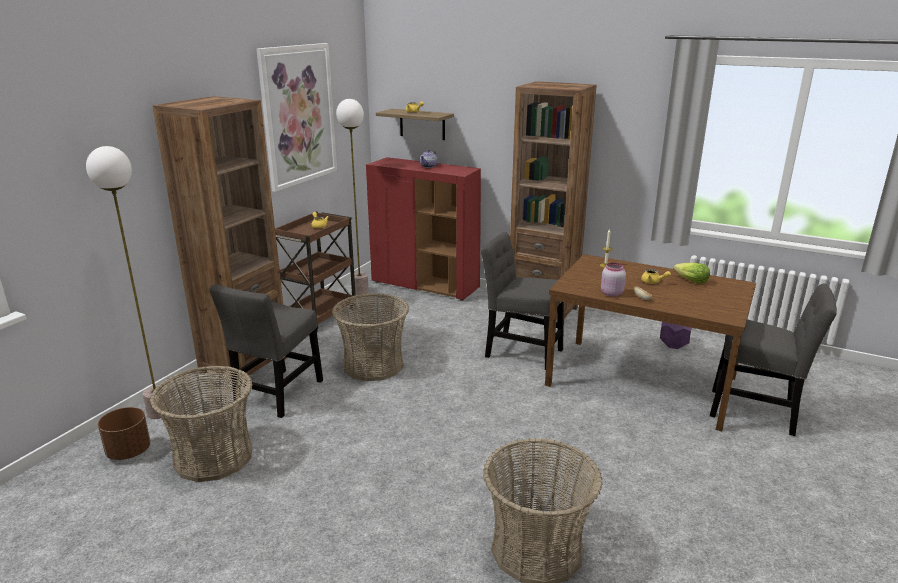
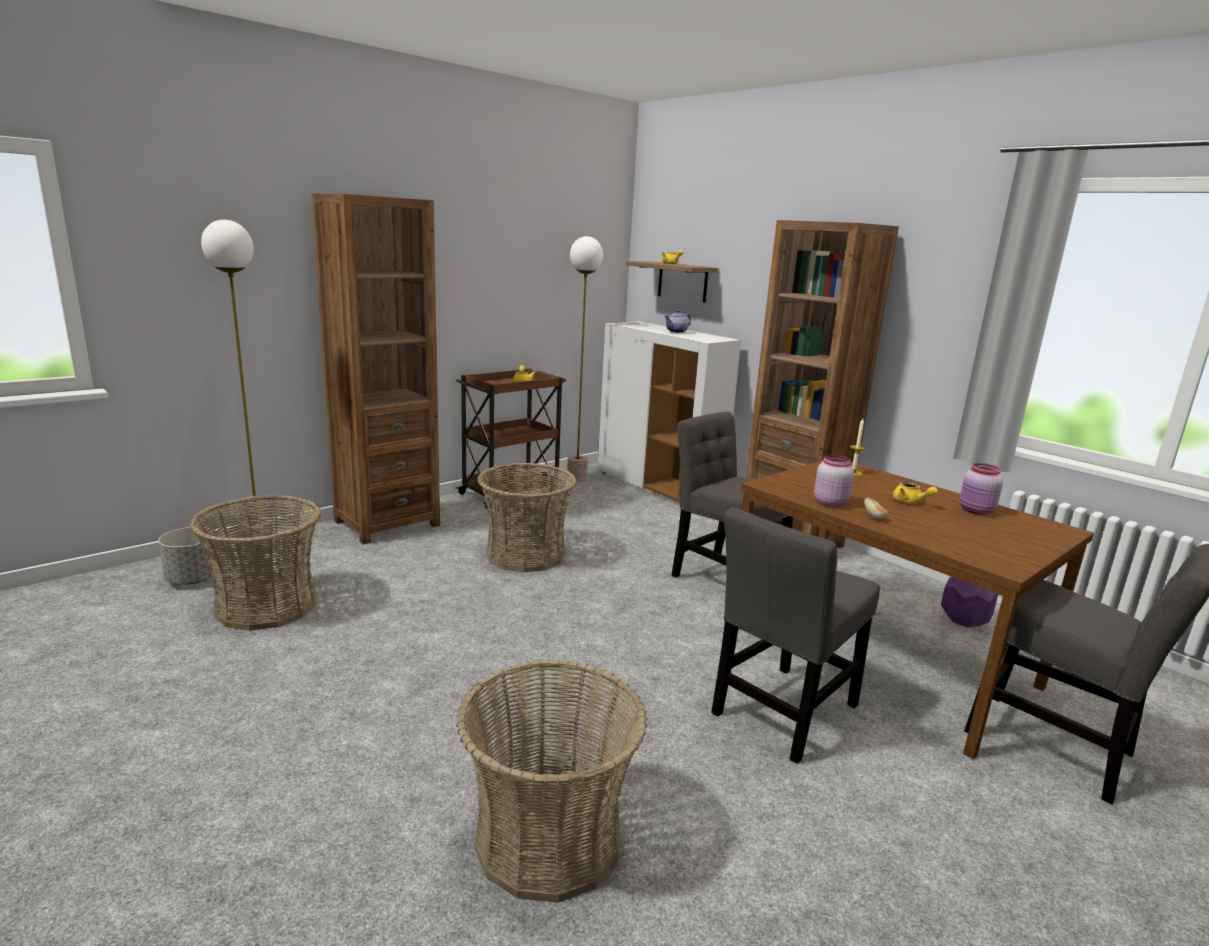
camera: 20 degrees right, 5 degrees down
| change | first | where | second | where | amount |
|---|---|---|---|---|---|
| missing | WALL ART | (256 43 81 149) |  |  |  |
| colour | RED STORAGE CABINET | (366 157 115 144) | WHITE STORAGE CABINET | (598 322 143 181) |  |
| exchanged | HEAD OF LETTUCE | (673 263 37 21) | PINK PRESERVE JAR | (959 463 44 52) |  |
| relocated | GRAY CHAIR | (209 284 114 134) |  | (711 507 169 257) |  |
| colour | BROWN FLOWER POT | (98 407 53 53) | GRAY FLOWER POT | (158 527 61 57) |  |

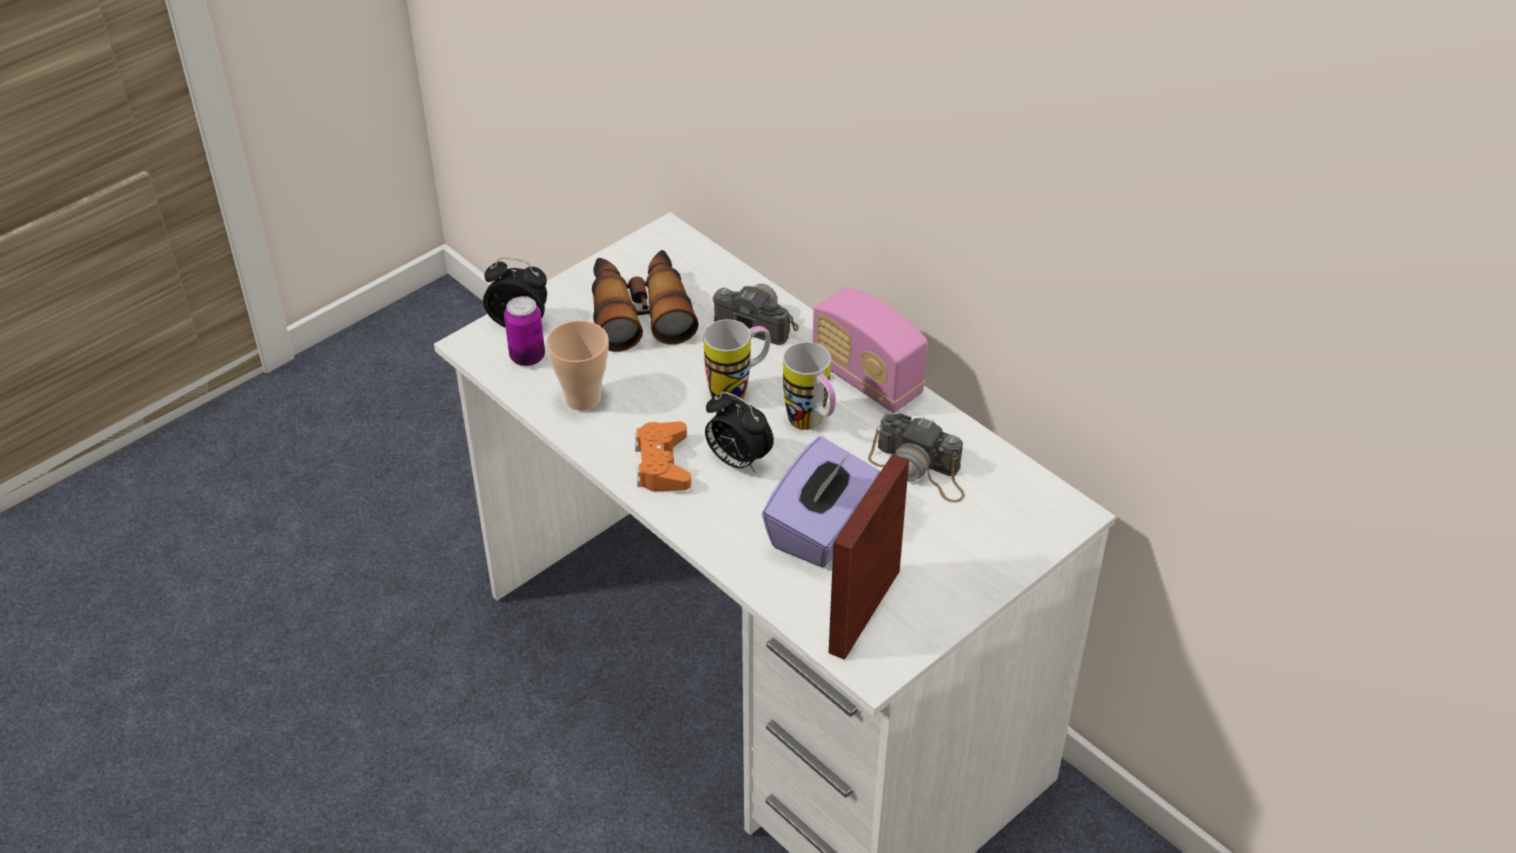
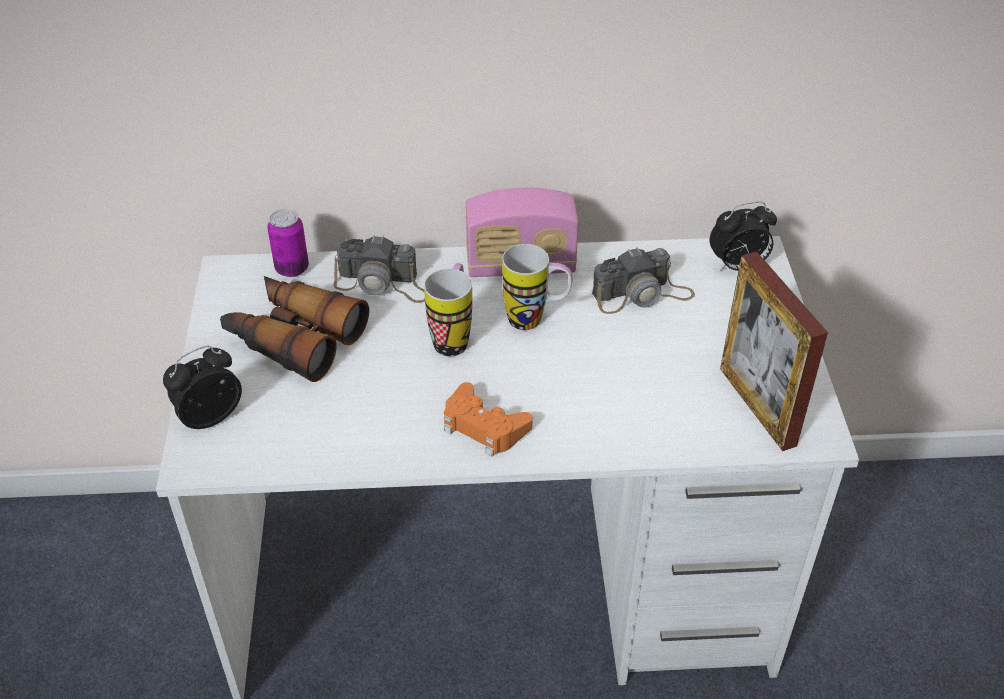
camera: 50 degrees left, 0 degrees up
| change | first | where | second | where | amount |
|---|---|---|---|---|---|
| spun | PHOTO CAMERA | (712 284 87 61) |  | (333 235 92 68) | 150 degrees counterclockwise |
| relocated | SEALED CAN | (504 296 41 70) |  | (267 209 42 68) |  |
| missing | DRINKING CUP | (546 320 63 91) |  |  |  |
| relocated | ALARM CLOCK | (705 391 69 82) |  | (710 201 67 70) |  |
| missing | PURPLE-COLOURED BOX OF TISSUES | (762 437 118 130) |  |  |  |

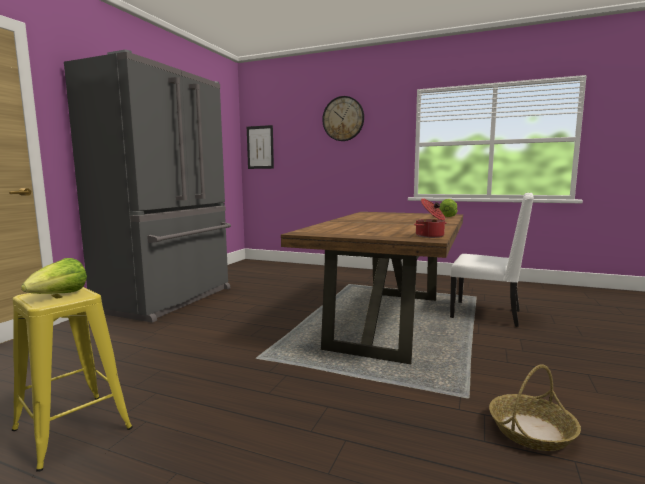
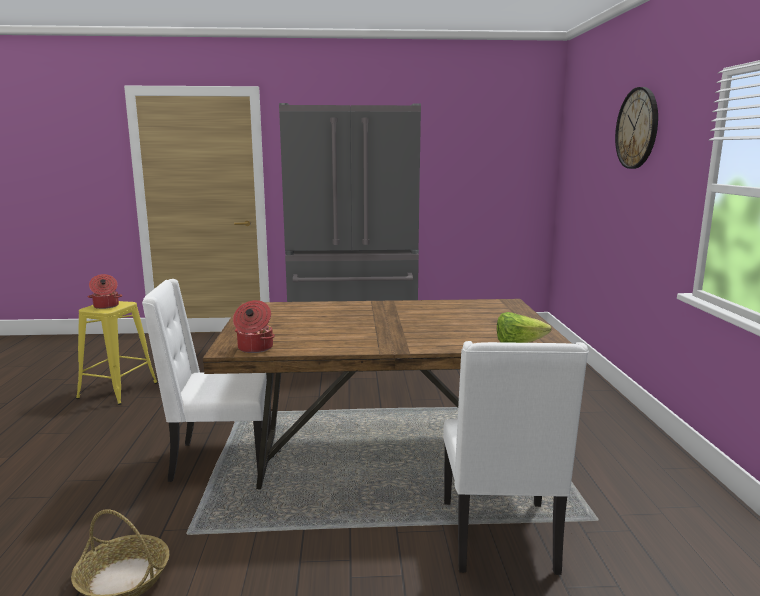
camera: 65 degrees right, 5 degrees up
| change | first | where | second | where | amount |
|---|---|---|---|---|---|
| missing | WALL ART | (247 125 27 44) |  |  |  |
| exchanged | HEAD OF LETTUCE | (21 258 66 36) | COOKING POT | (88 274 34 35) |  |
| appeared |  |  | WHITE CHAIR | (142 279 129 203) |  |

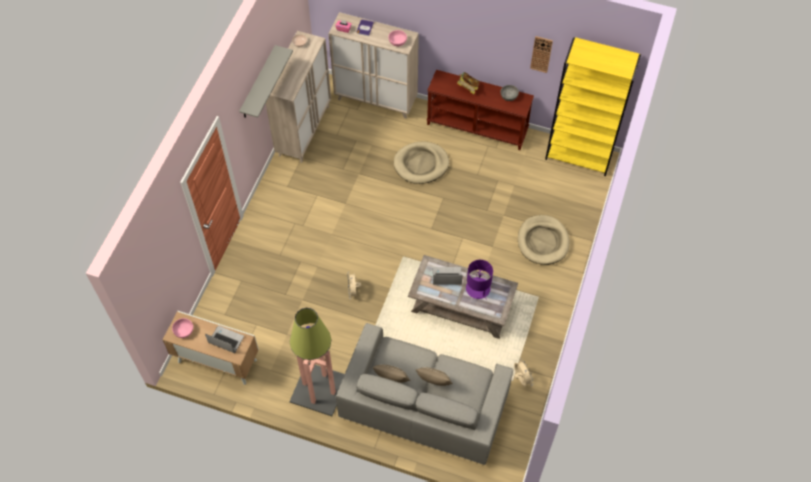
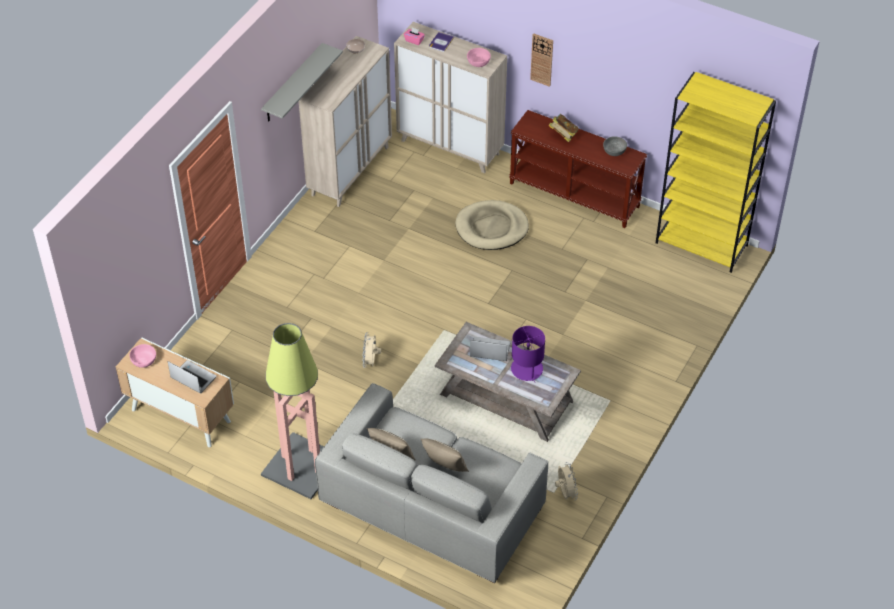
camera: 10 degrees right, 10 degrees down
| change | first | where | second | where | amount |
|---|---|---|---|---|---|
| relocated | HANGING CLOCK | (530 36 23 37) |  | (530 33 23 54) |  |
| missing | SAND-COLOURED PET BED | (518 215 52 50) |  |  |  |

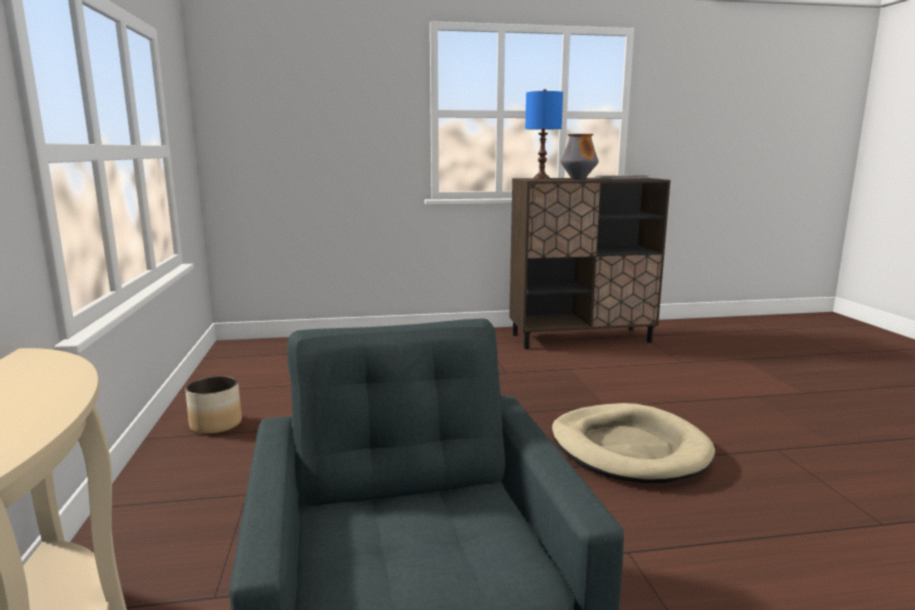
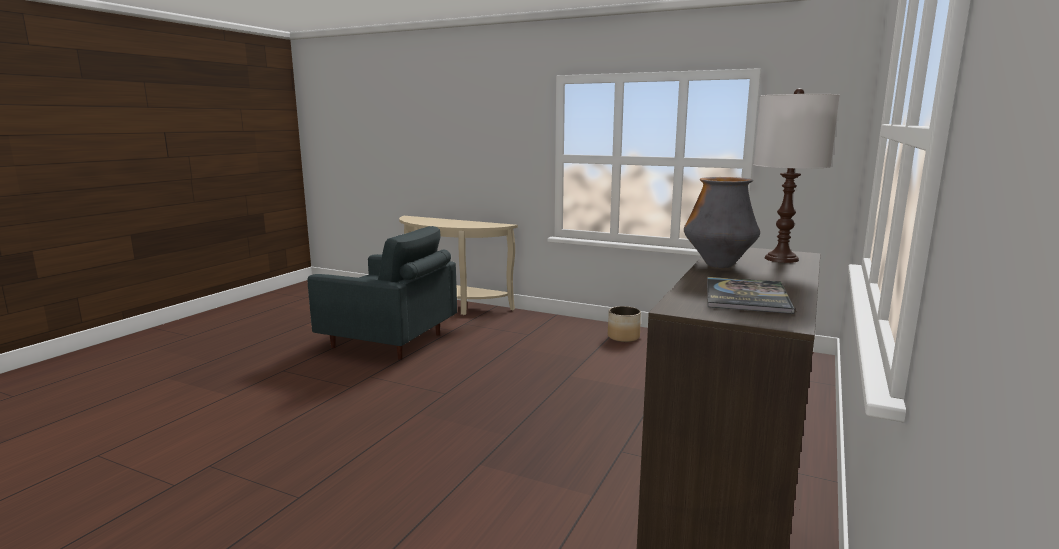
camera: 125 degrees right, 0 degrees up
| change | first | where | second | where | amount |
|---|---|---|---|---|---|
| colour | BLUE TABLETOP LAMP | (525 89 38 90) | WHITE TABLETOP LAMP | (754 88 86 175) |  |
| missing | SAND-COLOURED PET BED | (552 403 163 80) |  |  |  |

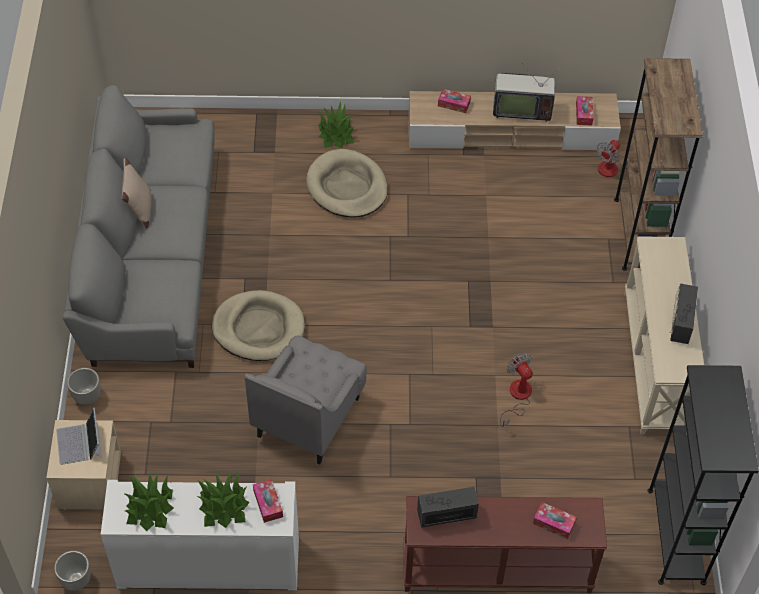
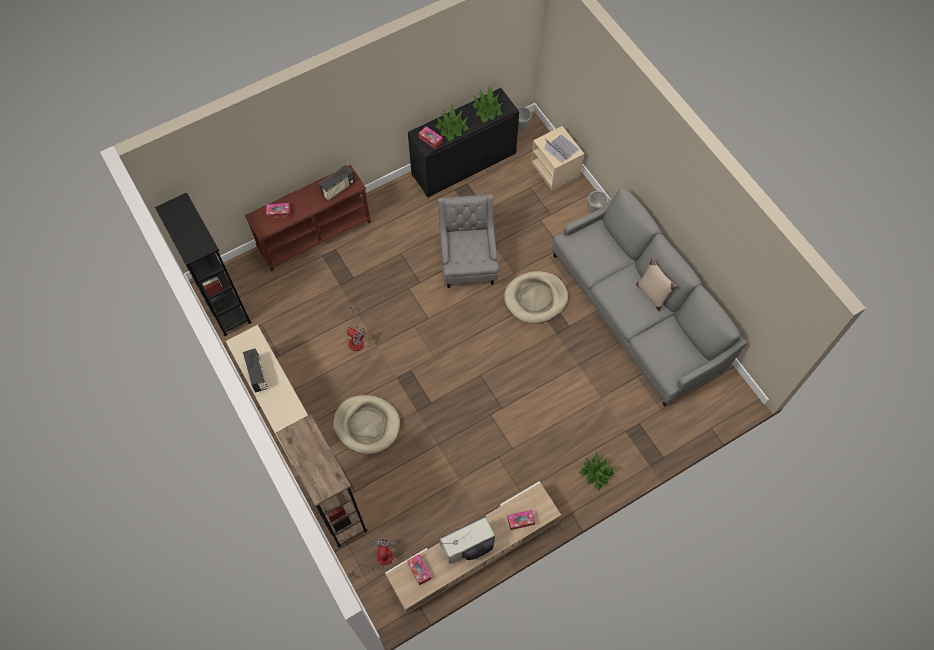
camera: 150 degrees right, 10 degrees up
| change | first | where | second | where | amount |
|---|---|---|---|---|---|
| relocated | SAND-COLOURED PET BED | (306 149 82 68) |  | (333 395 67 59) |  |
| colour | WHITE STORAGE CABINET | (101 480 198 111) | BLACK-COLOURED STORAGE CABINET | (408 88 111 109) |  |

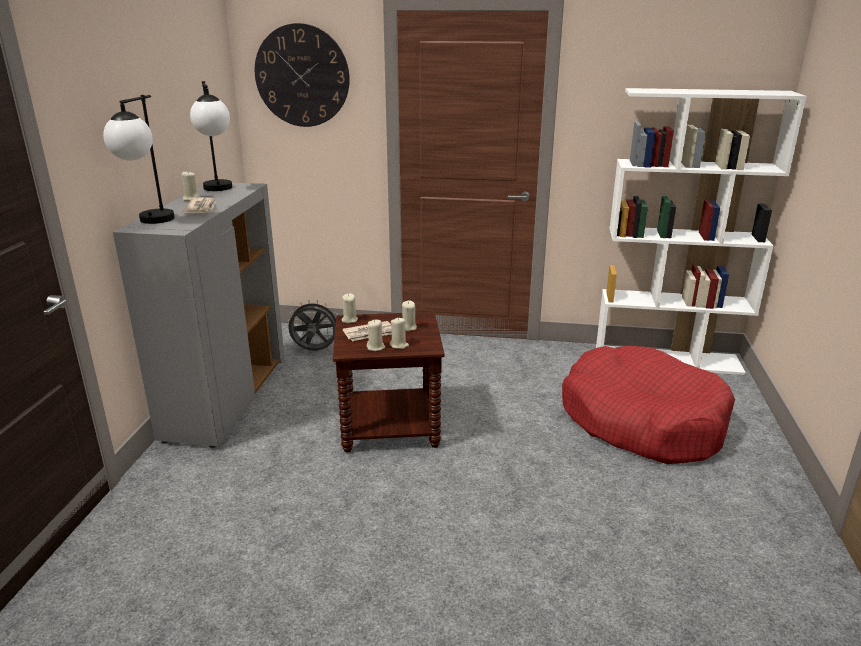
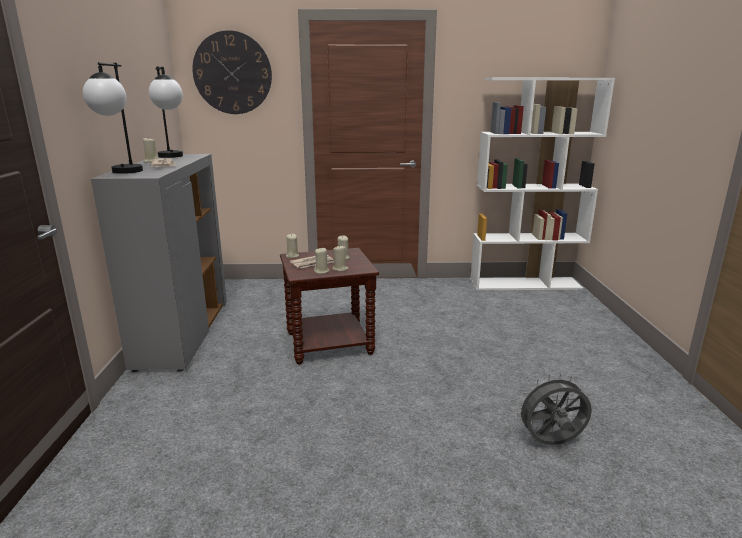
camera: 10 degrees left, 5 degrees down
| change | first | where | second | where | amount |
|---|---|---|---|---|---|
| relocated | GRAY COOLING FAN | (288 300 50 51) |  | (516 374 76 71) |  |
| missing | RED PET BED | (562 346 173 118) |  |  |  |

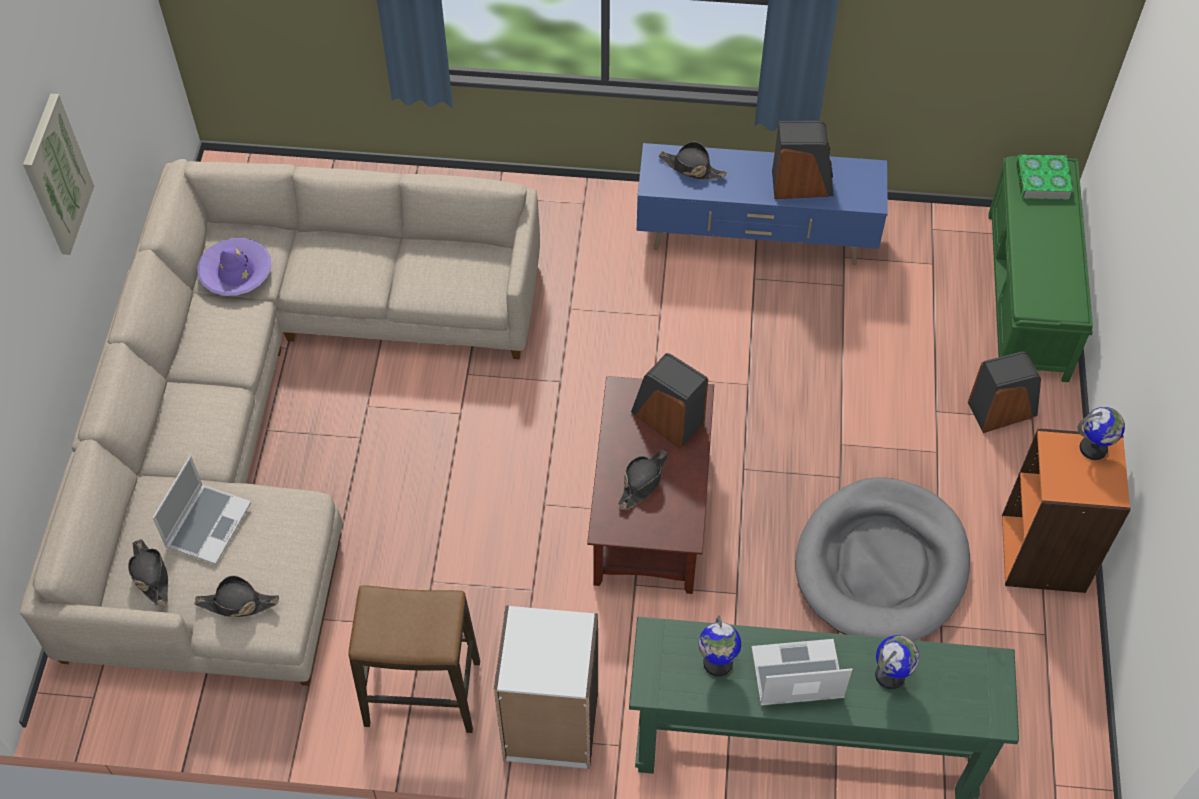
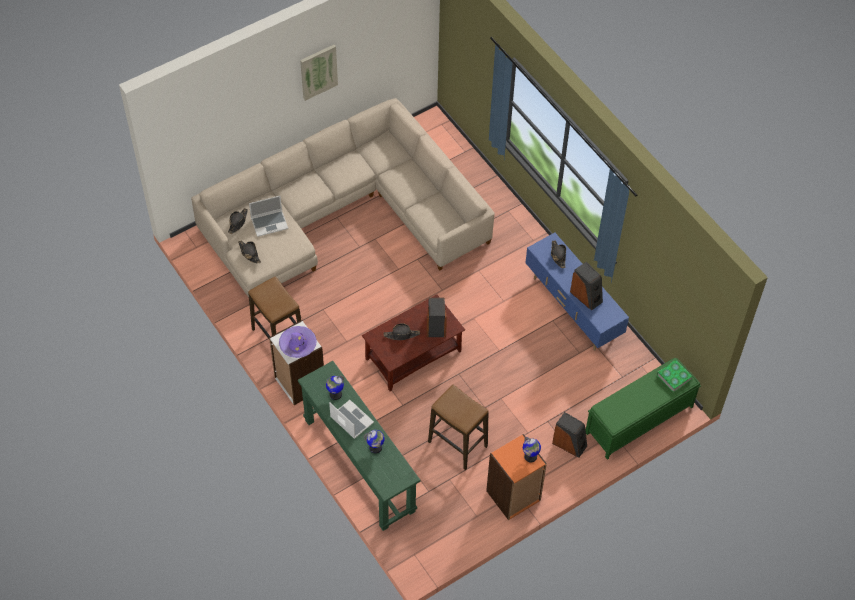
camera: 50 degrees right, 0 degrees up
| change | first | where | second | where | amount |
|---|---|---|---|---|---|
| relocated | PURPLE-COLOURED CLOTHING HAT | (197 238 74 58) |  | (279 326 38 32) |  |
| exchanged | GRAY PET BED | (795 477 175 163) | STOOL SEAT | (428 385 60 85) |  |

